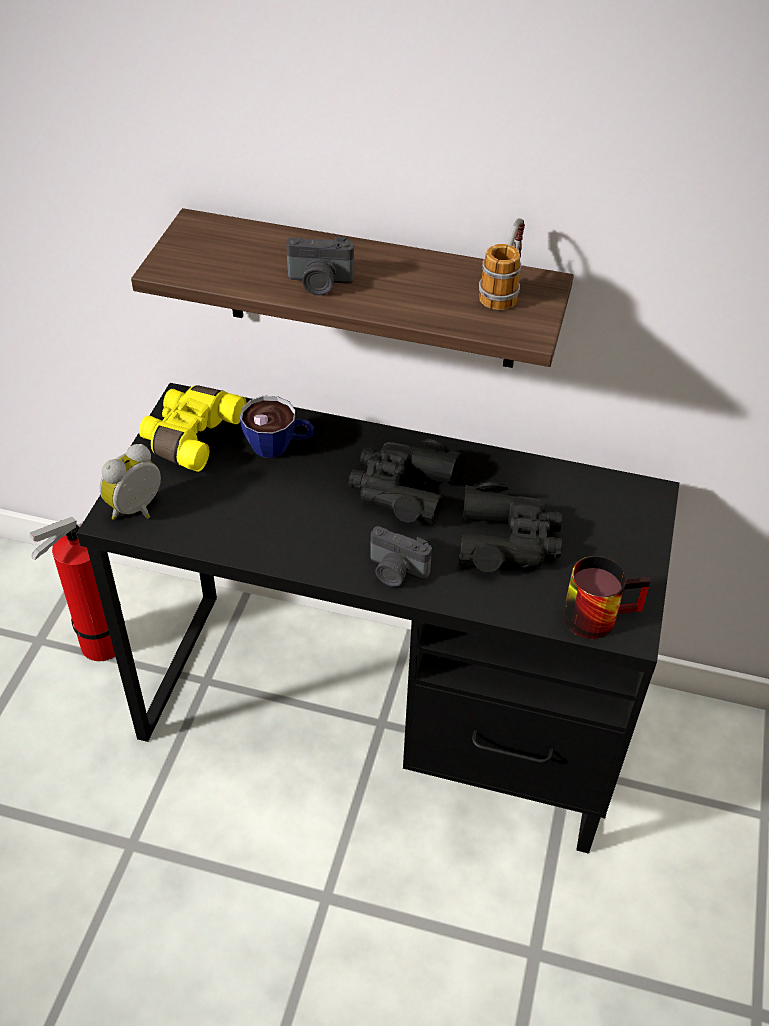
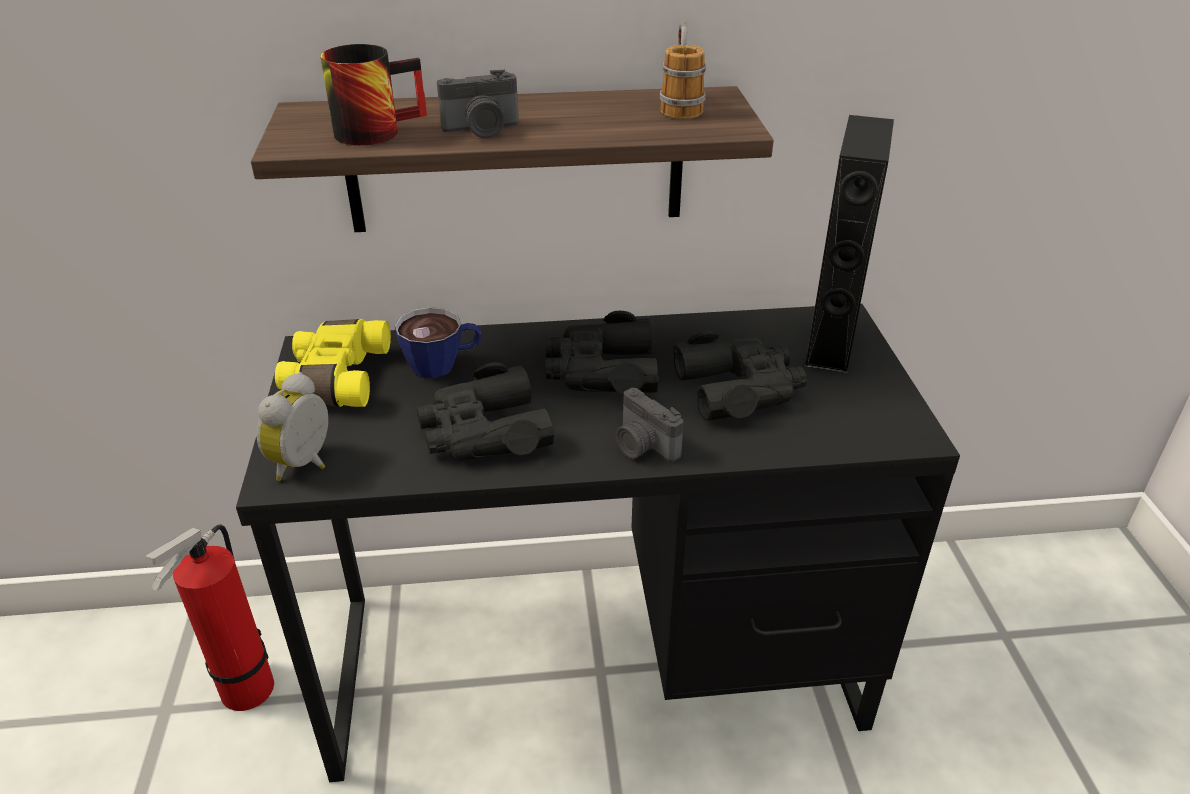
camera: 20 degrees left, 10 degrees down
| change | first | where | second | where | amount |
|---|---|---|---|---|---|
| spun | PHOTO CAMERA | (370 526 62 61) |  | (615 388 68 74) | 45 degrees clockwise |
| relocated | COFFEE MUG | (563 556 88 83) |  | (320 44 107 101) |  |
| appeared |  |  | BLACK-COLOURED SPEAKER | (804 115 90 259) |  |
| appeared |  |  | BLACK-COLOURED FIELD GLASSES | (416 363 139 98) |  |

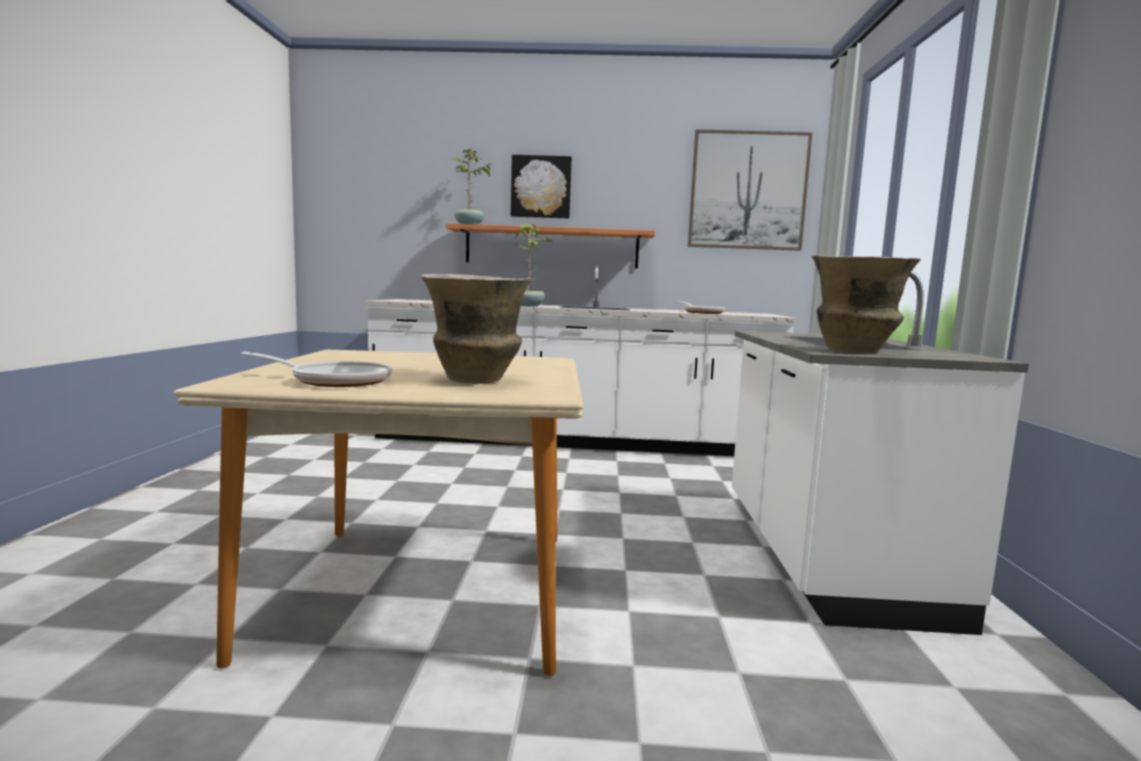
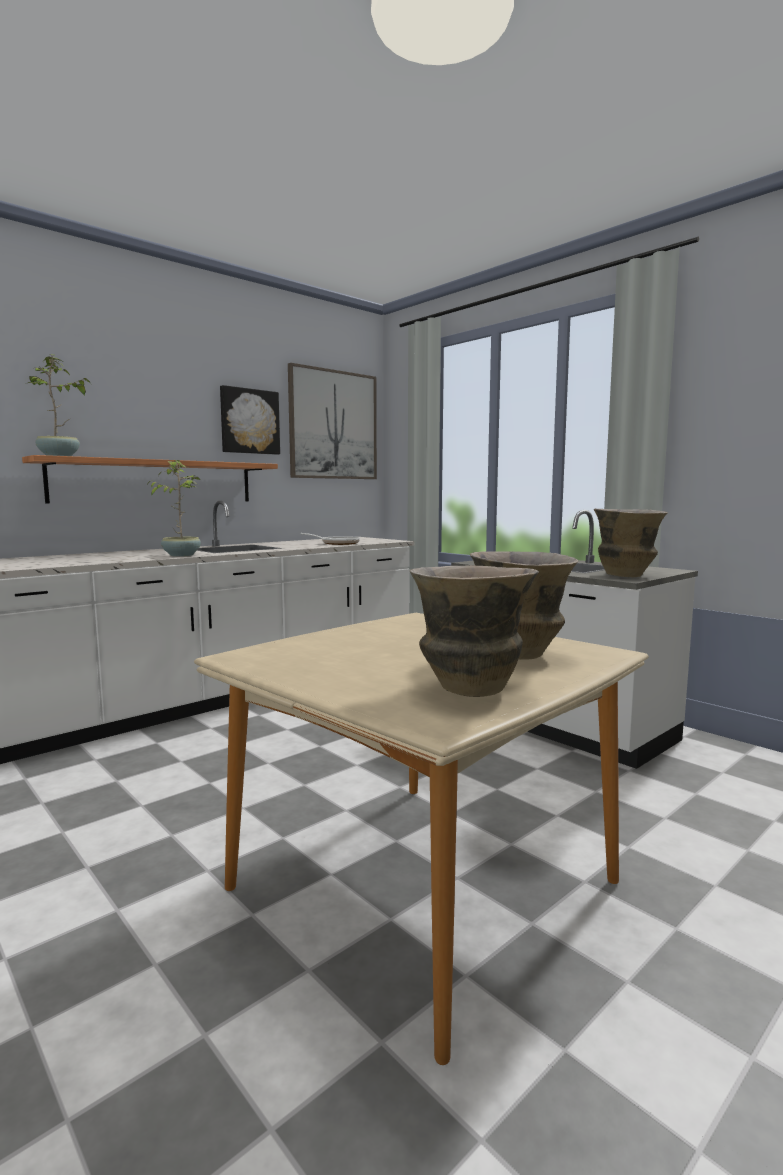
camera: 45 degrees left, 0 degrees up
| change | first | where | second | where | amount |
|---|---|---|---|---|---|
| relocated | WALL ART | (511 155 61 64) |  | (220 385 60 70) |  |
| exchanged | SKILLET | (241 352 151 35) | VASE | (410 565 129 132) |  |

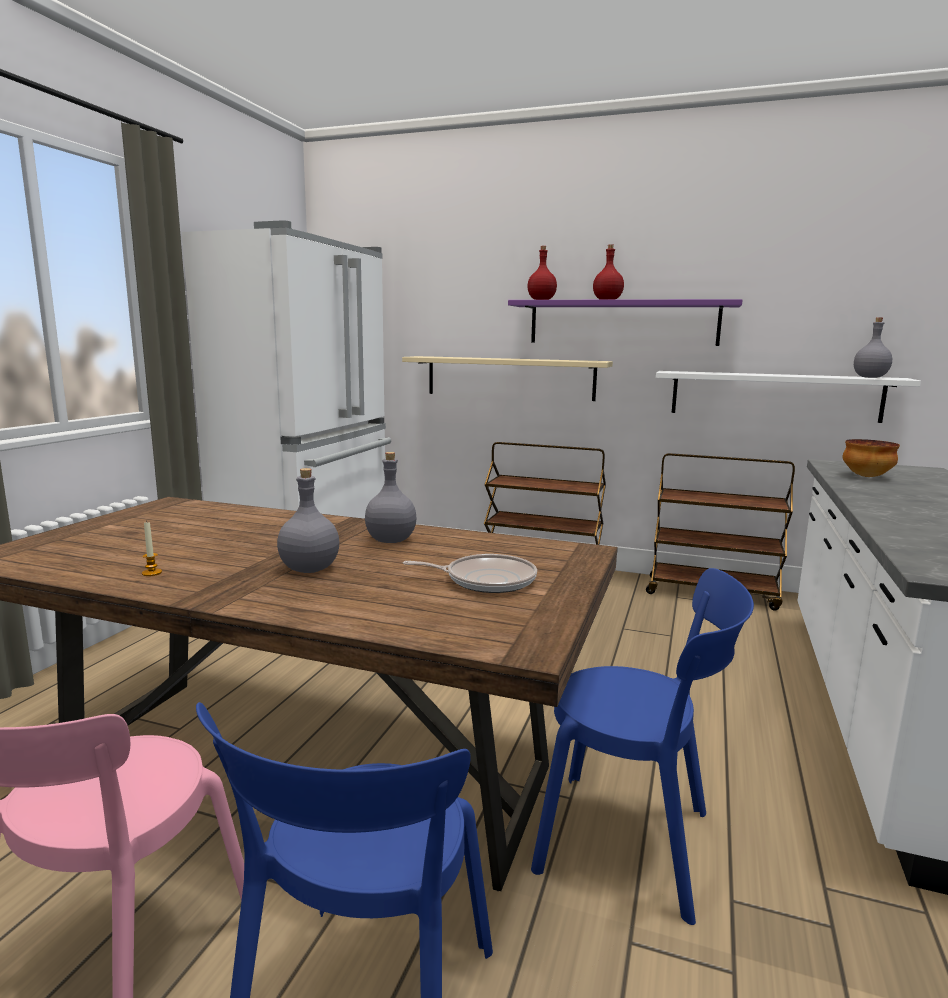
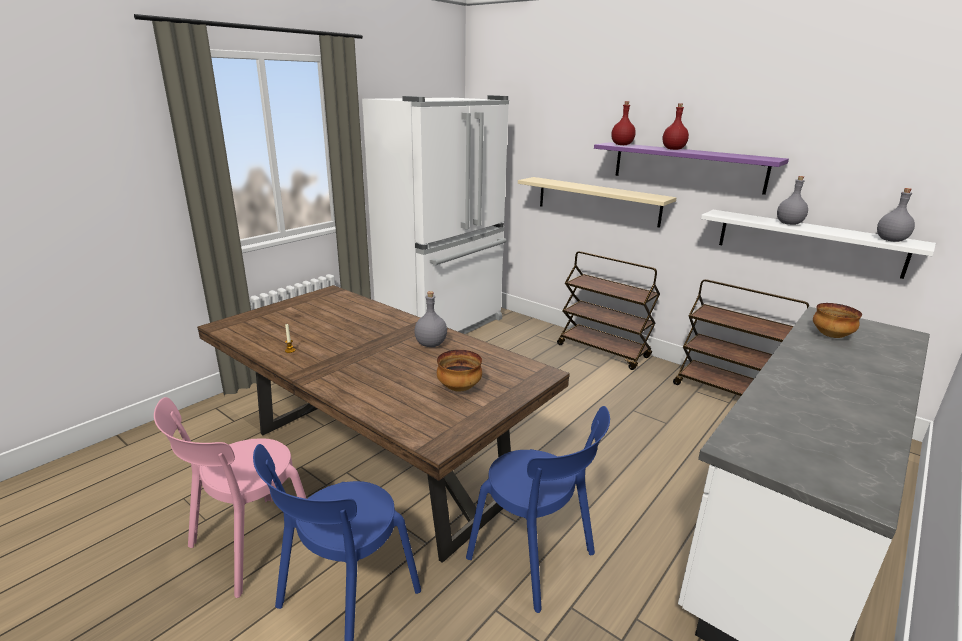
camera: 20 degrees right, 10 degrees up
| change | first | where | second | where | amount |
|---|---|---|---|---|---|
| relocated | GRAY BOTTLE | (277 468 62 105) |  | (777 176 31 49) |  |
| exchanged | SKILLET | (403 554 134 39) | DEEP DISH | (437 350 45 42) |  |

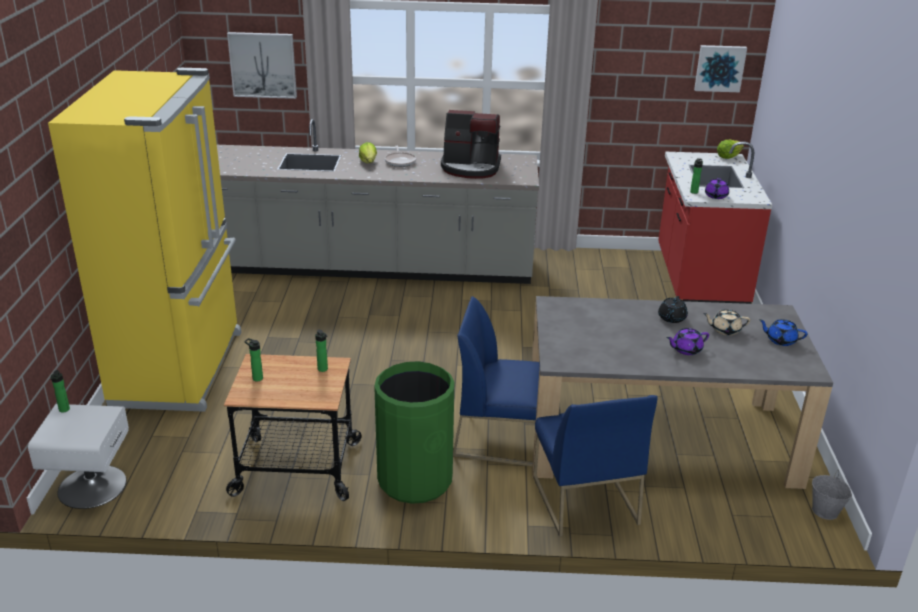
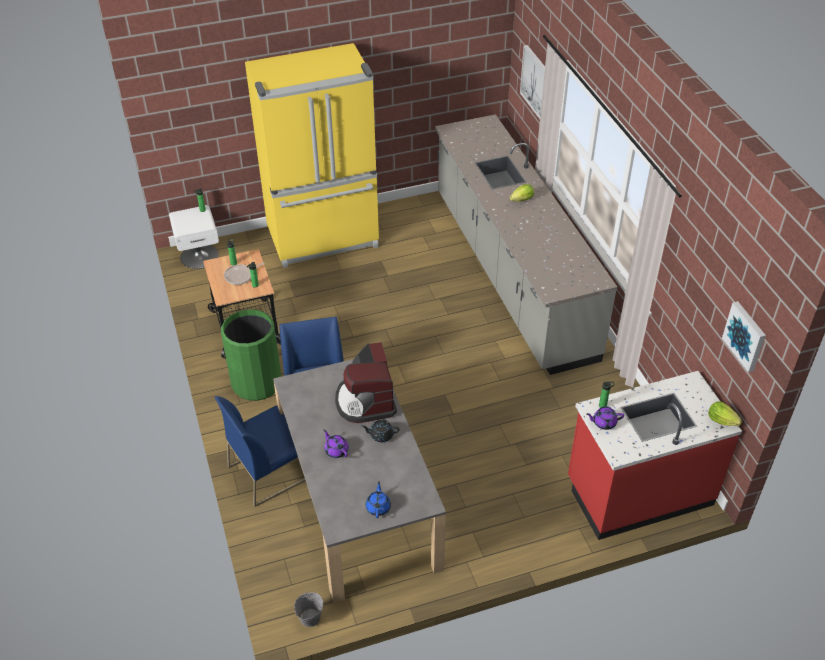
camera: 70 degrees right, 15 degrees up
| change | first | where | second | where | amount |
|---|---|---|---|---|---|
| relocated | COFFEE MAKER | (441 110 60 69) |  | (335 342 62 81) |  |
| relocated | SKILLET | (385 145 31 22) |  | (224 263 41 22) |  |
| missing | SAND-COLOURED POT FOR TEA | (703 309 47 27) |  |  |  |

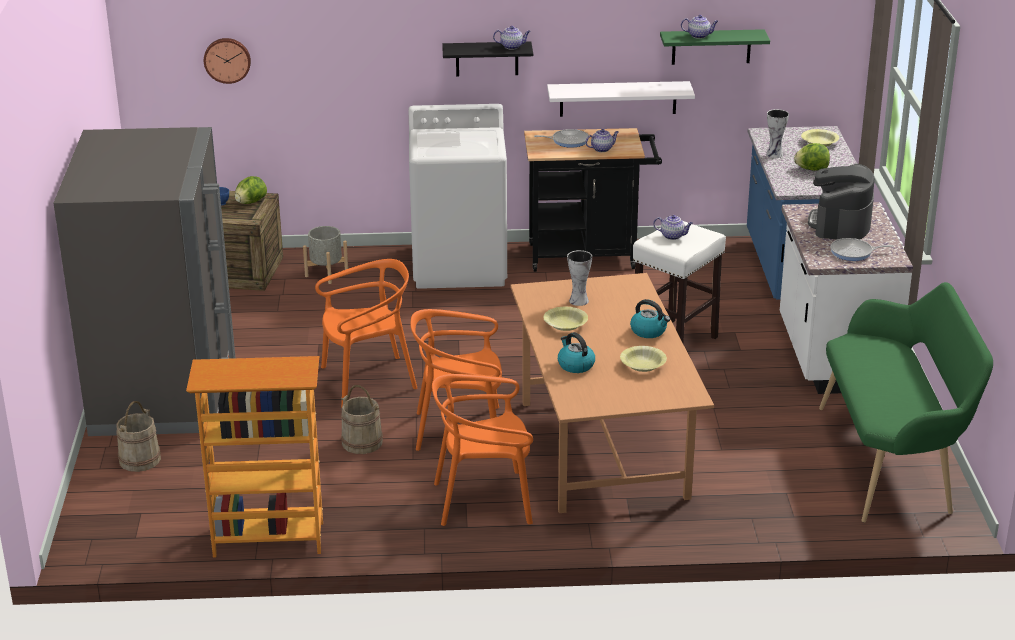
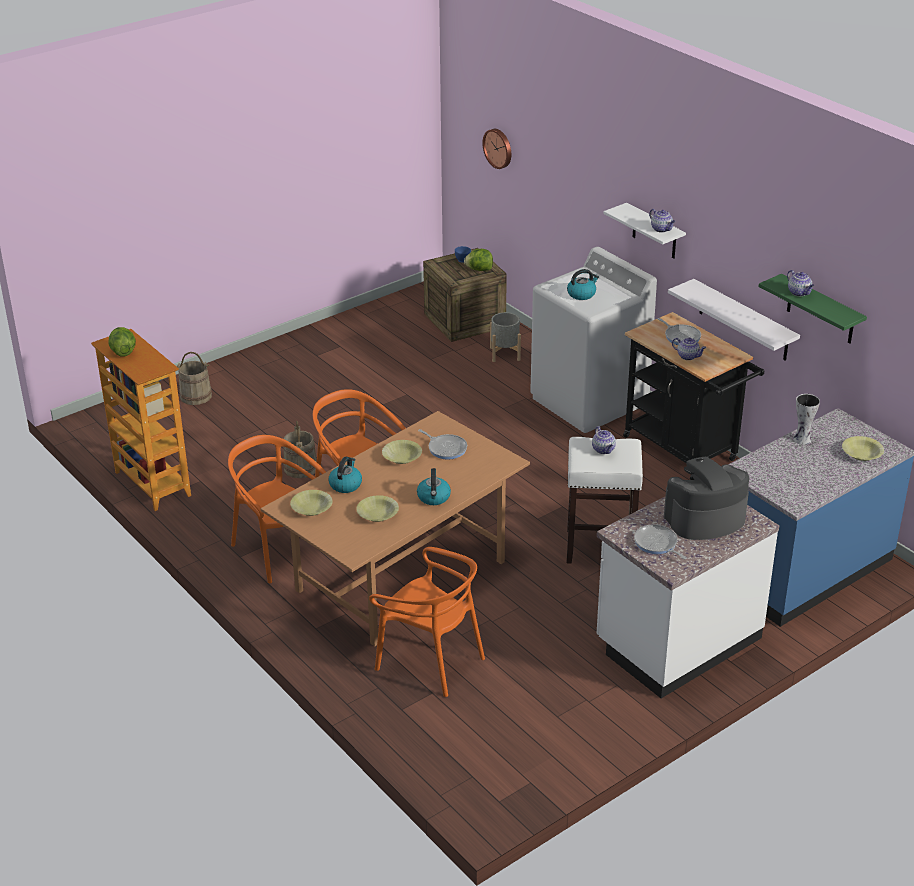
camera: 55 degrees right, 5 degrees up
| change | first | where | second | where | amount |
|---|---|---|---|---|---|
| colour | BLACK-COLOURED BRACKET SHELF | (442 41 91 36) | WHITE BRACKET SHELF | (604 203 82 56) |  |
| missing | GRAY FRIDGE | (53 127 183 309) |  |  |  |
| relocated | HEAD OF LETTUCE | (794 143 36 28) |  | (108 327 28 30) |  |
| exchanged | VASE | (567 250 25 56) | SKILLET | (418 429 49 30) |  |
| relocated | ORANGE CHAIR | (315 259 102 148) |  | (369 547 116 150) |  |
| missing | GREENISH INDOOR BENCH | (819 282 174 240) |  |  |  |
| appeared |  |  | WATER KETTLE | (567 269 32 31) |  |
| appeared |  |  | YELLOWISH DEEP DISH | (290 490 42 26) |  |

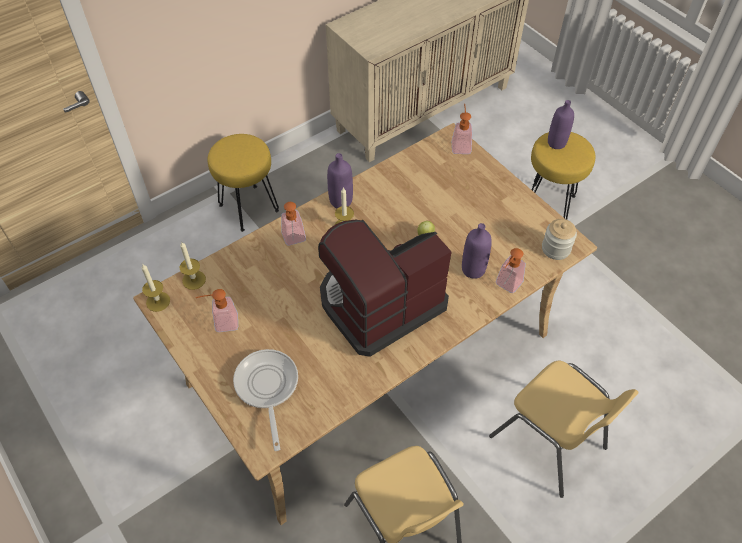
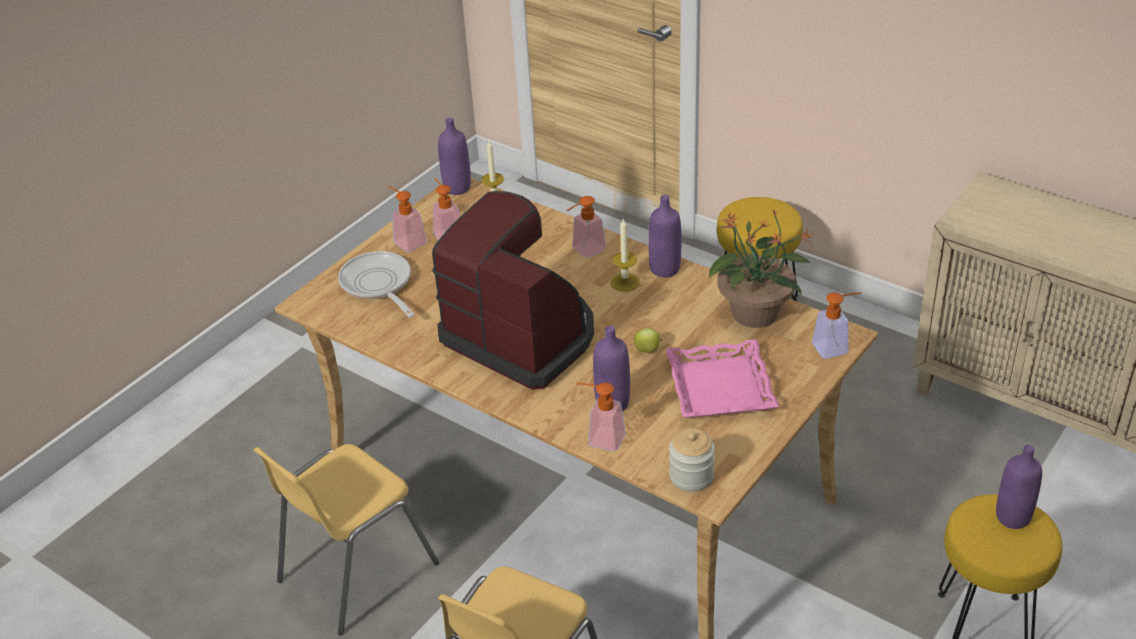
camera: 75 degrees right, 15 degrees down
| change | first | where | second | where | amount |
|---|---|---|---|---|---|
| exchanged | WAX CANDLE | (142 264 28 48) | PURPLE-COLOURED BOTTLE | (438 118 33 77) |  |
| spun | SKILLET | (233 349 65 102) |  | (338 251 77 67) | 90 degrees counterclockwise |
| appeared |  |  | LIQUID SOAP BOTTLE | (388 186 39 66) |  |
| appeared |  |  | PLANT IN A POT | (709 208 105 120) |  |
| appeared |  |  | PINK SERVING TRAY | (666 339 113 79) |  |

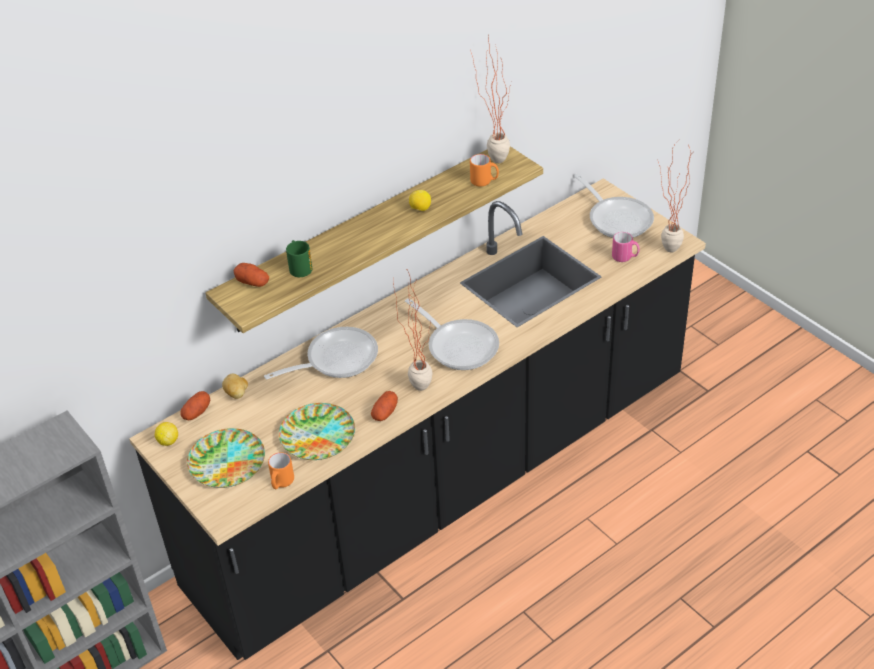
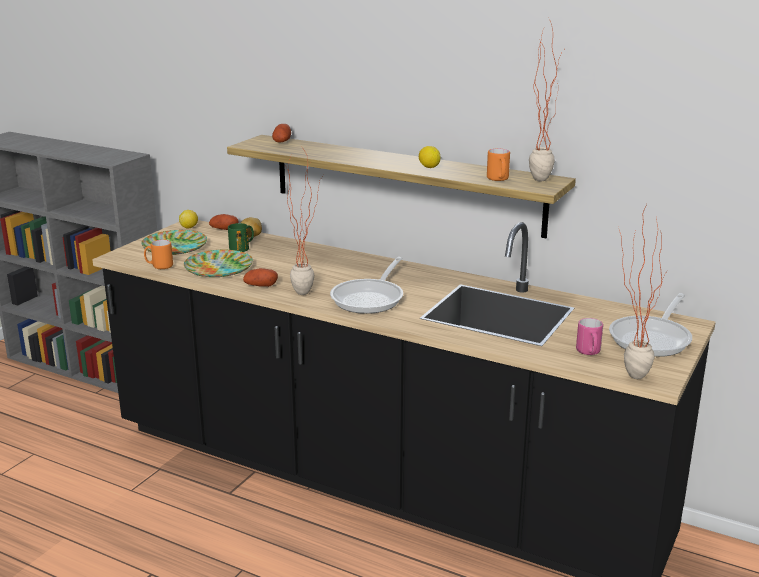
camera: 65 degrees right, 20 degrees down
| change | first | where | second | where | amount |
|---|---|---|---|---|---|
| relocated | GREENISH COFFEE MUG | (286 240 26 37) |  | (228 223 26 29) |  |
| missing | SKILLET | (264 327 114 53) |  |  |  |

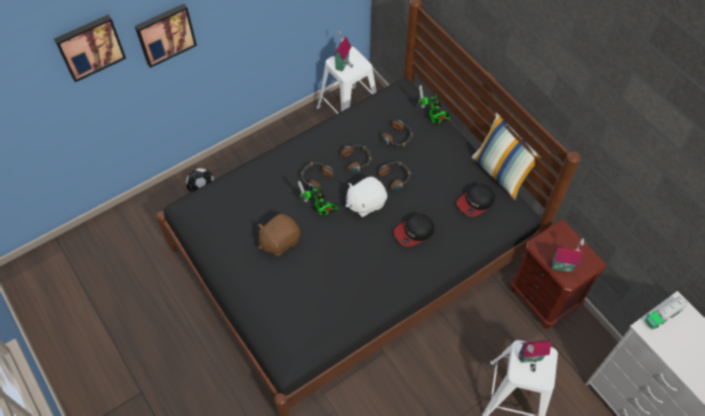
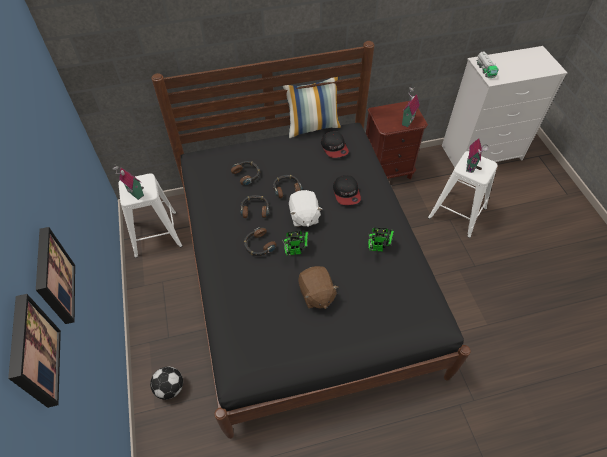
camera: 70 degrees left, 5 degrees down
| change | first | where | second | where | amount |
|---|---|---|---|---|---|
| relocated | TOY ROBOT | (419 85 33 39) |  | (368 227 26 24) |  |

